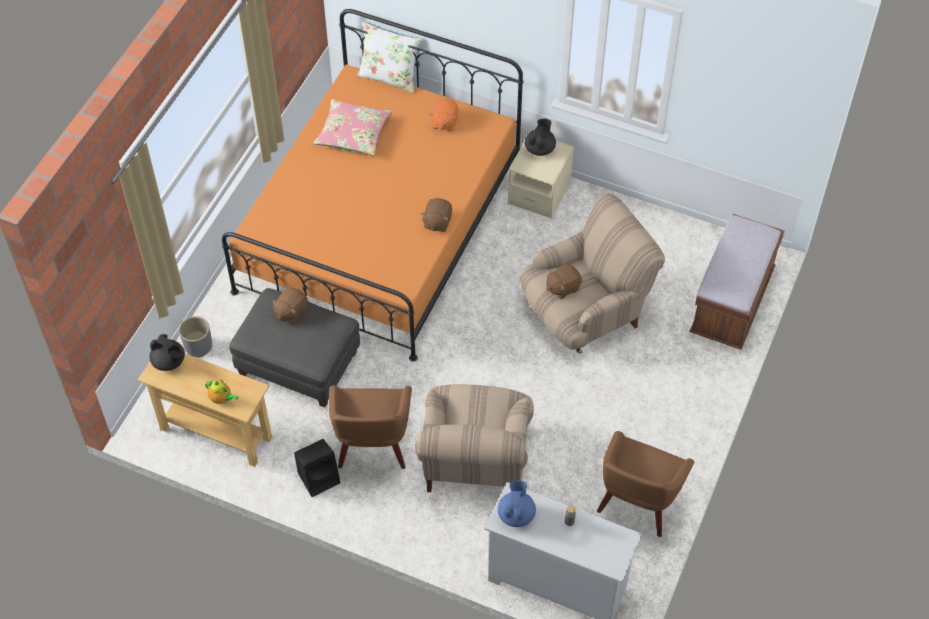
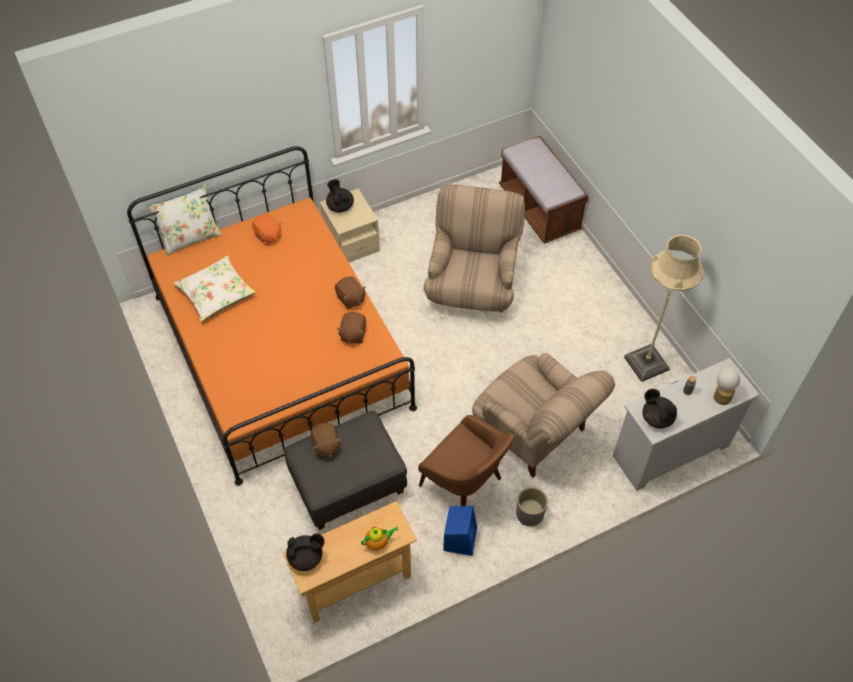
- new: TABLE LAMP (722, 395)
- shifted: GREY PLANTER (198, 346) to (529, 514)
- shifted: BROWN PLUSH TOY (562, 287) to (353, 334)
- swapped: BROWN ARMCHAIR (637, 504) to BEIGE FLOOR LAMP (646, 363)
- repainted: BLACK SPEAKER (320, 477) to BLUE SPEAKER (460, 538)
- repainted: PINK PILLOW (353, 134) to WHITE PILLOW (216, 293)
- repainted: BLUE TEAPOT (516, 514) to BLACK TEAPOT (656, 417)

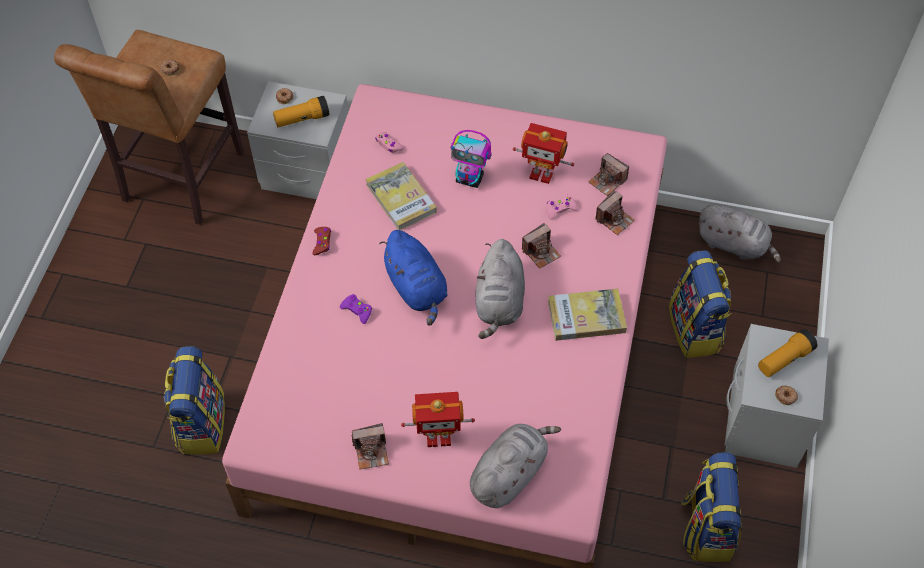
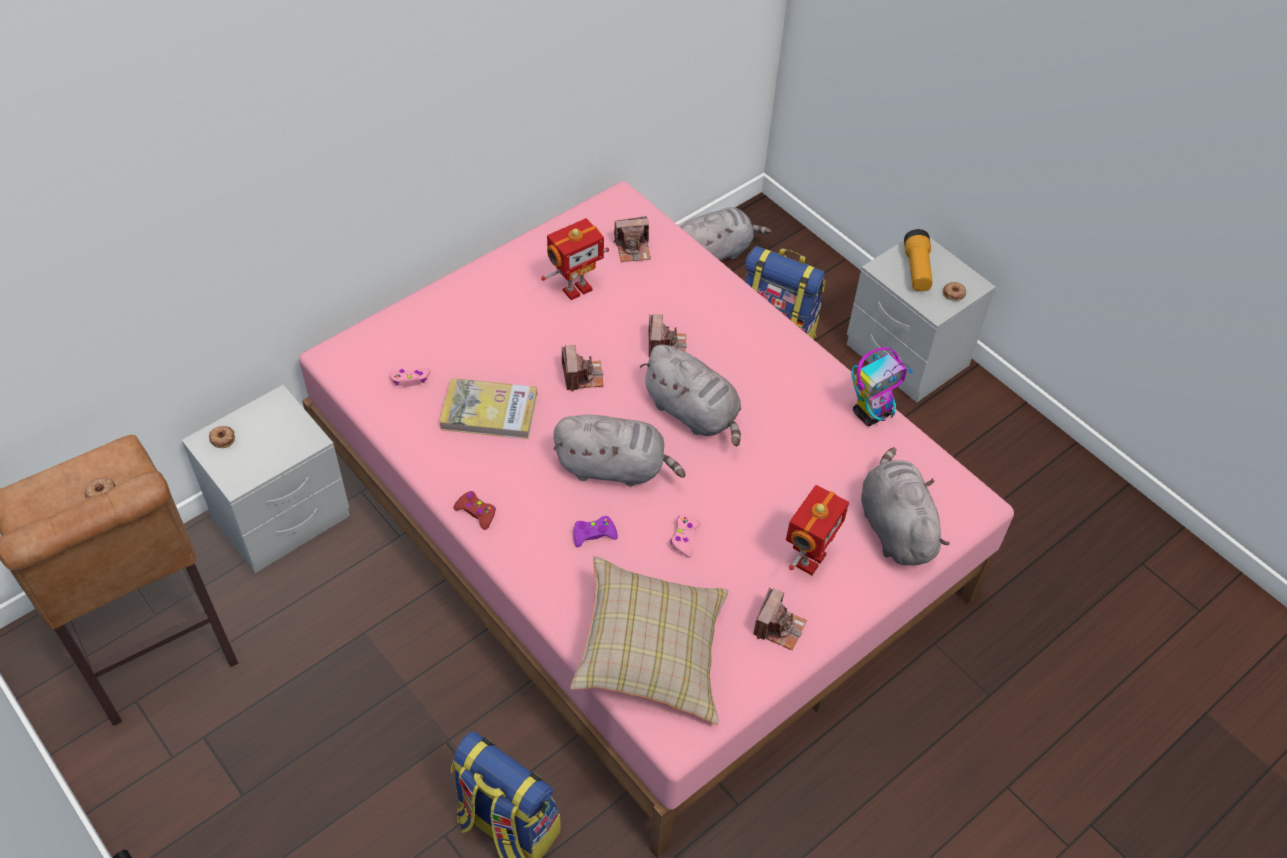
- gone: FLASHLIGHT (302, 119)
- gone: BOOK (586, 316)
- gone: BACKPACK (706, 527)
- new: BEIGE PILLOW (651, 653)
- shifted: TOY ROBOT (470, 179) to (872, 413)
- shifted: PINK GAME CONTROLLER (560, 209) to (684, 538)
- shifted: PHOTO CAMERA (614, 219) to (582, 376)
- repainted: BLUE PLUSH TOY (417, 288) to GREY PLUSH TOY (615, 467)

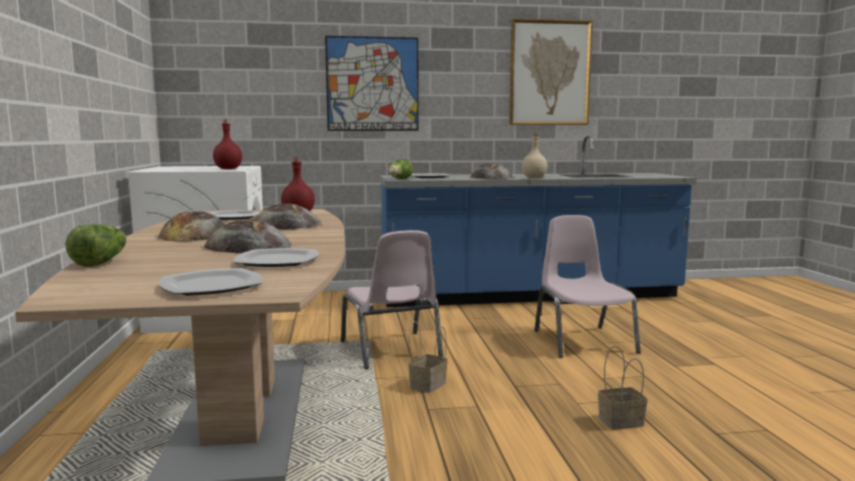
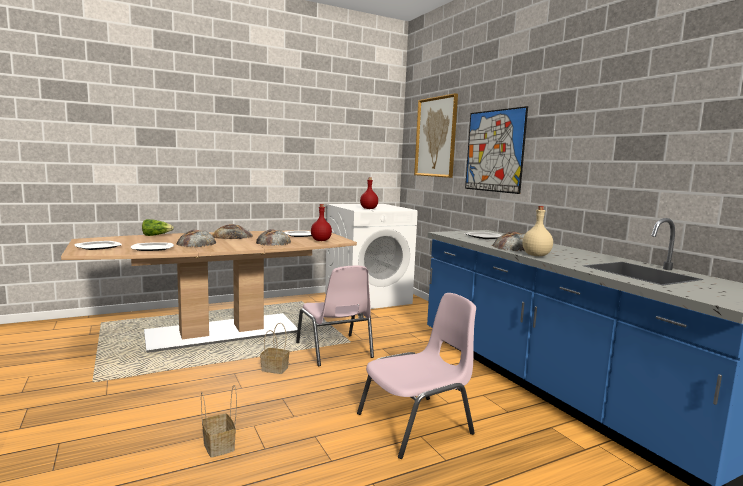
- gone: LETTUCE (399, 179)
- shifted: PICTURE (549, 73) to (436, 137)
- rotated: PINK CHAIR (391, 350) = (334, 350) 75 degrees counterclockwise

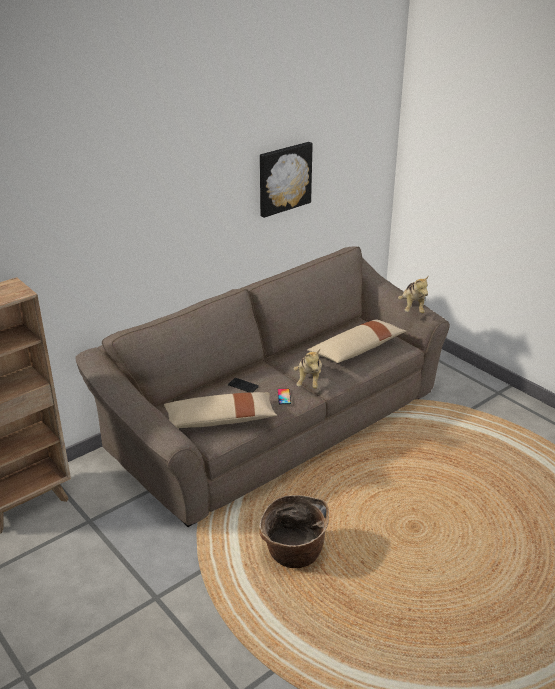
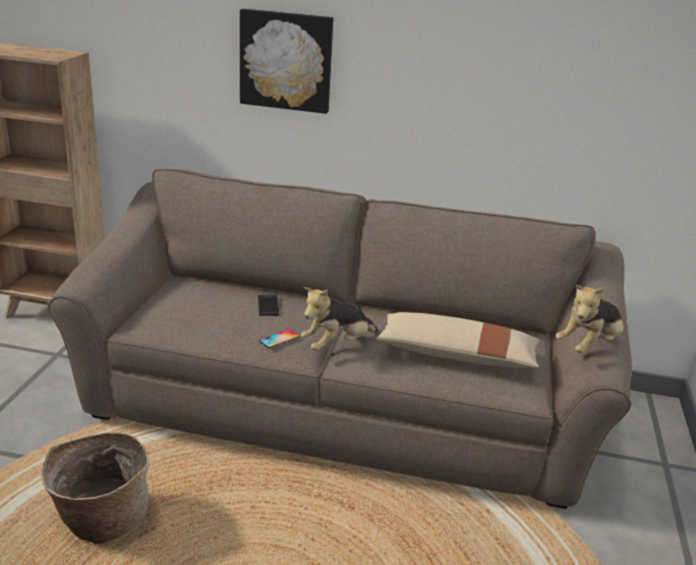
- gone: BEIGE PILLOW (220, 420)
- shifted: PICTURE (284, 178) to (286, 60)

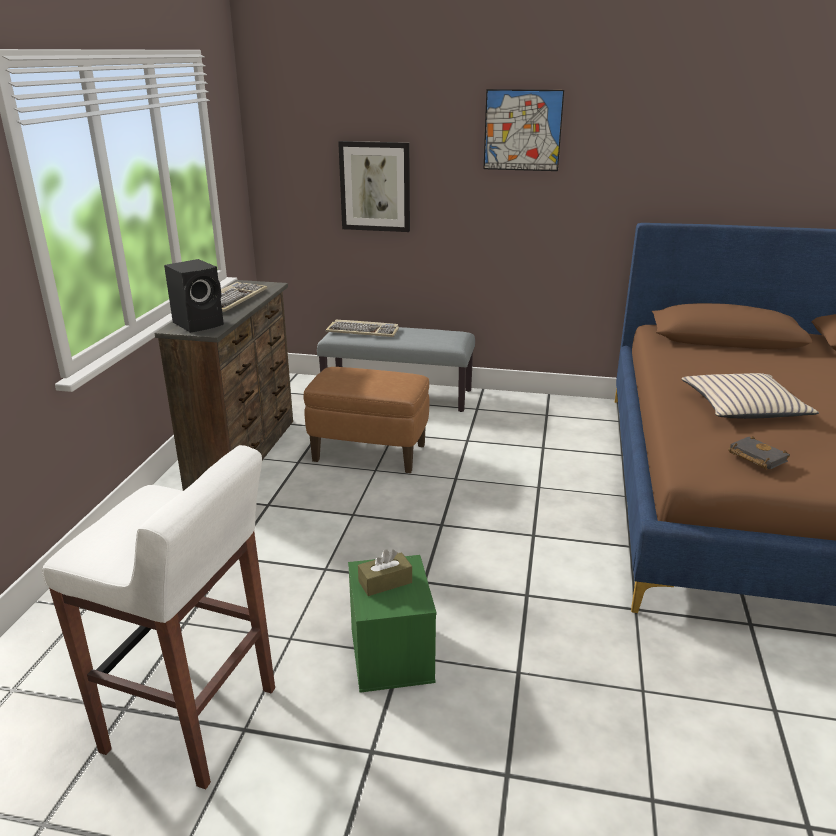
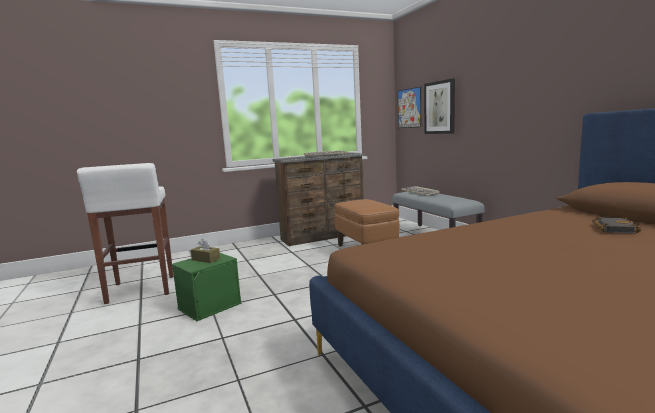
- gone: BLACK SPEAKER (200, 324)
- gone: BEIGE PILLOW (743, 407)
- shifted: PICTURE (522, 130) to (409, 108)
- shifted: BLACK BOOK (755, 457) to (612, 228)

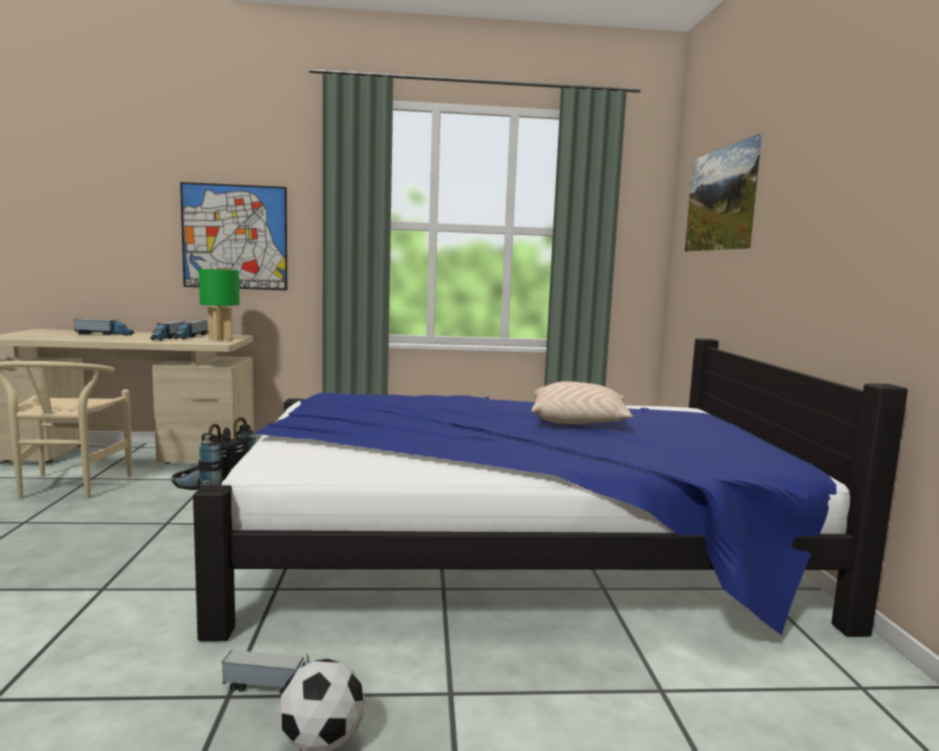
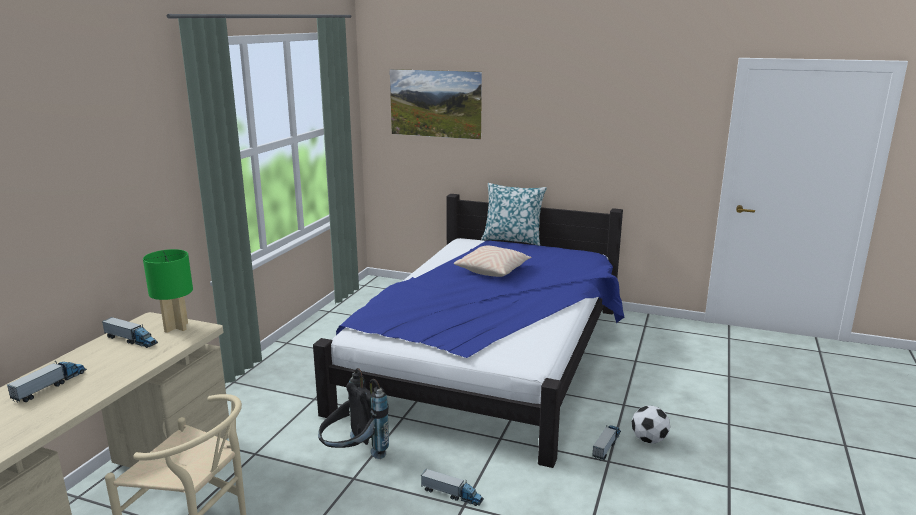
- gone: PICTURE (235, 237)
- new: PILLOW (512, 240)
- shifted: TOY TRUCK (168, 337) to (452, 494)

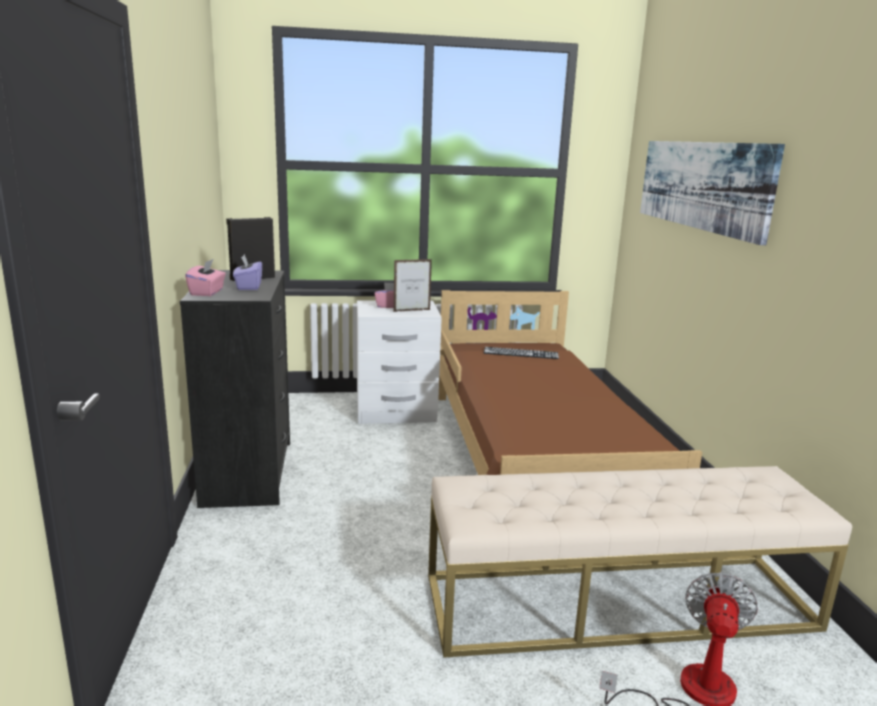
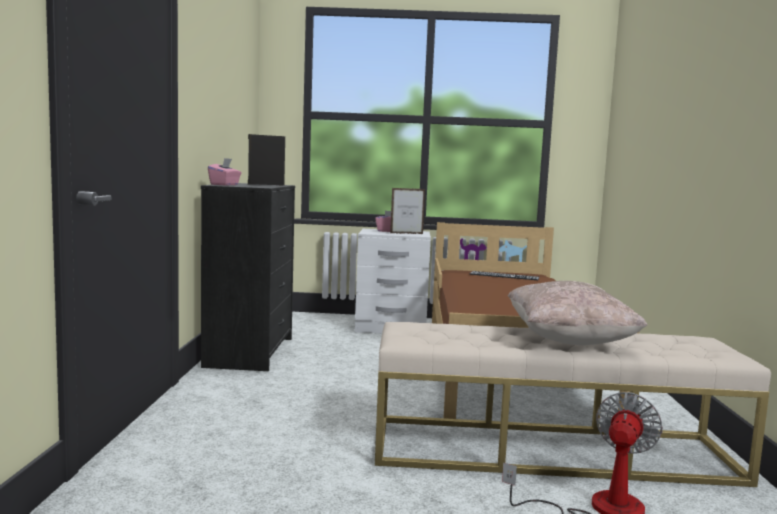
- gone: PURPLE TISSUE BOX (248, 286)
- gone: PICTURE (701, 185)
- new: BEIGE PILLOW (568, 341)

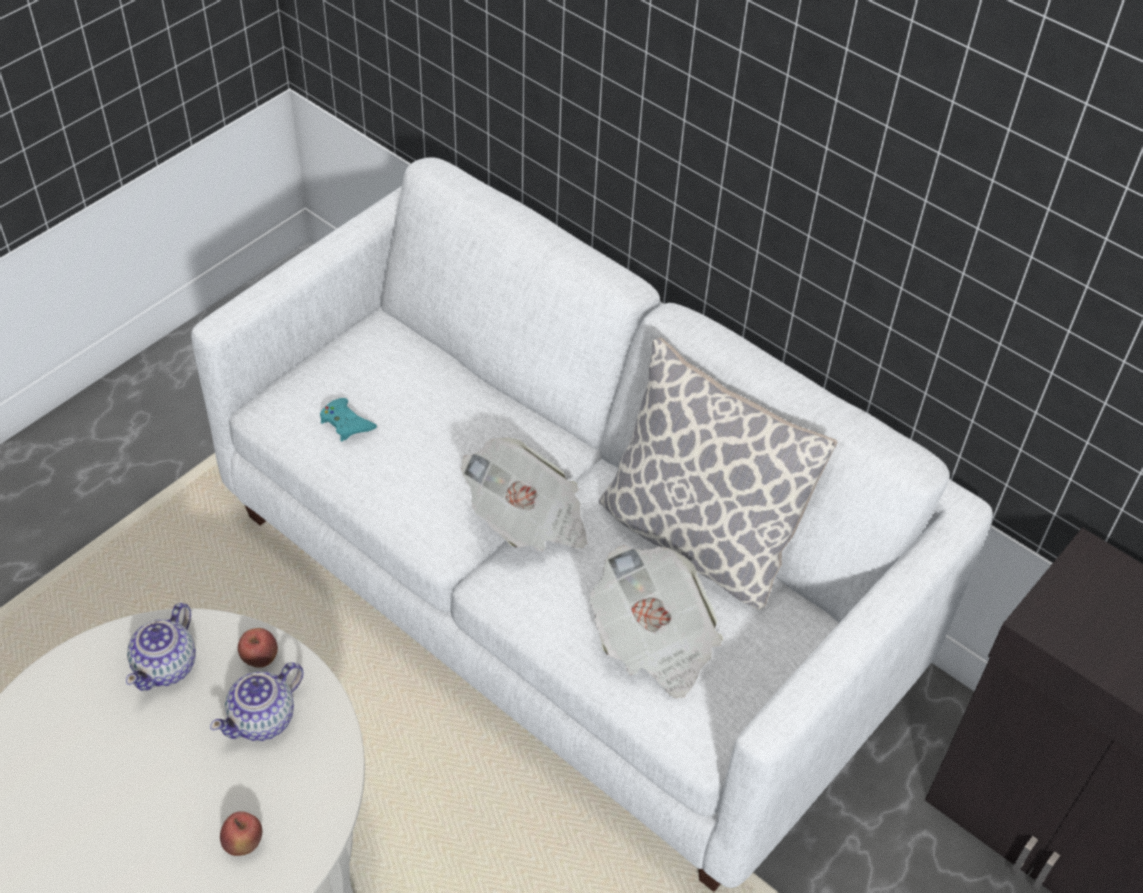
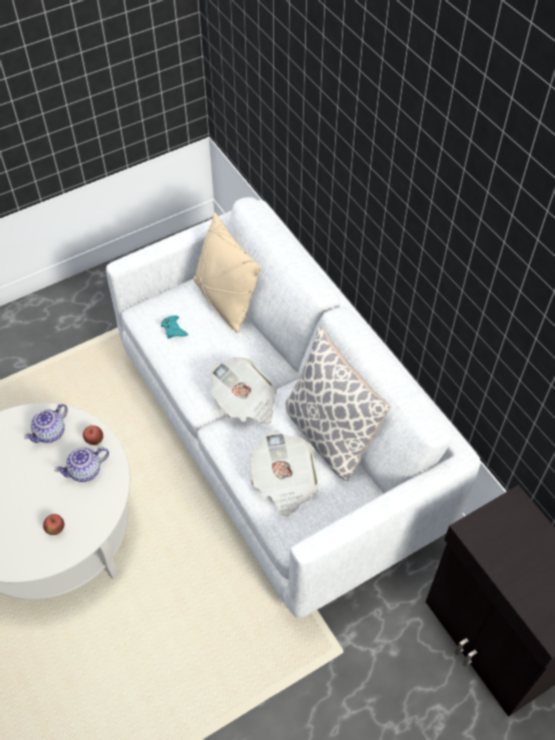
- new: BEIGE PILLOW (225, 301)

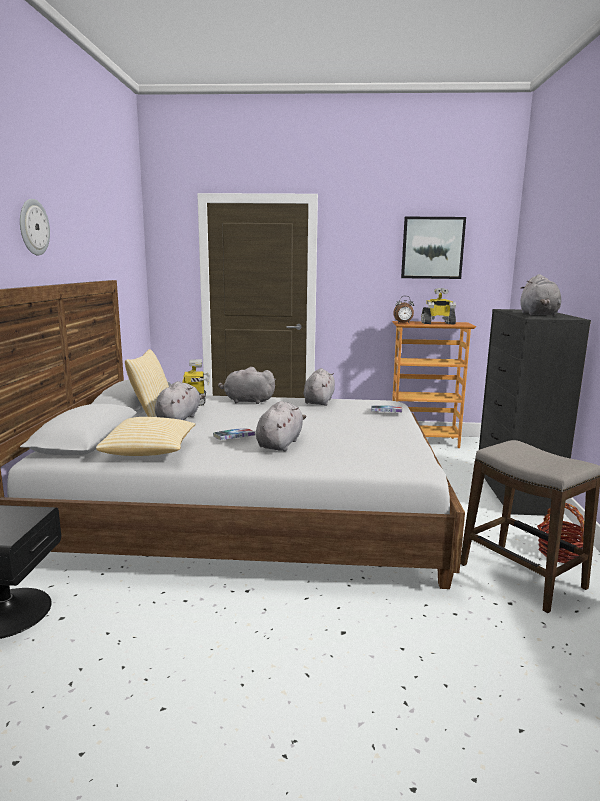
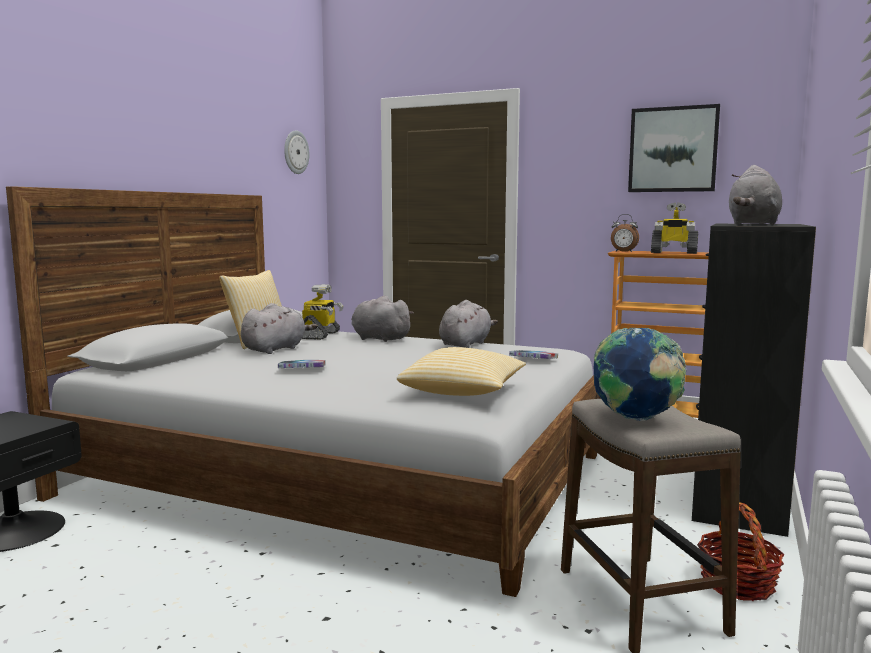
- gone: GREY PLUSH TOY (280, 444)
- new: GLOBE (636, 419)
- shifted: WALL CLOCK (33, 227) to (295, 152)
- shifted: PILLOW (149, 451) to (463, 392)

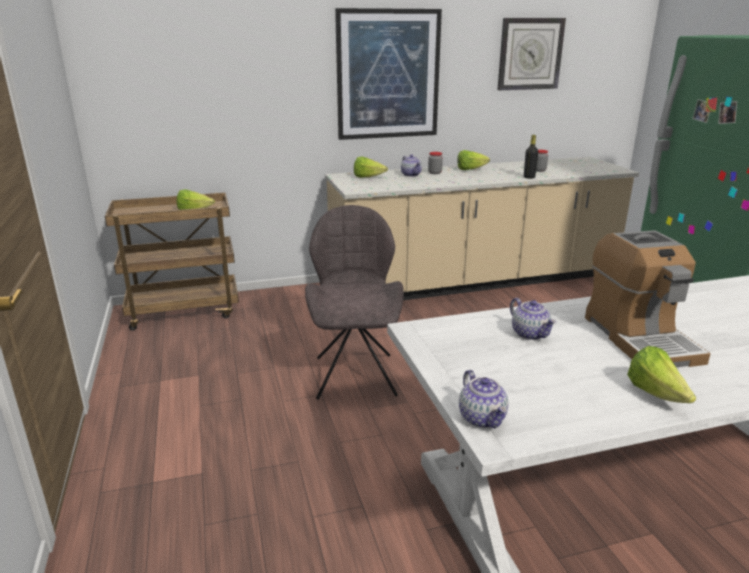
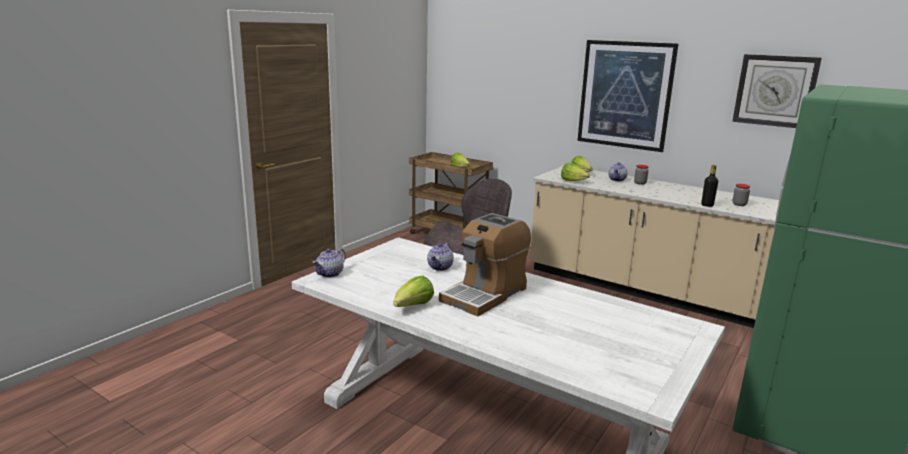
- shifted: LETTUCE (470, 169) to (573, 181)

